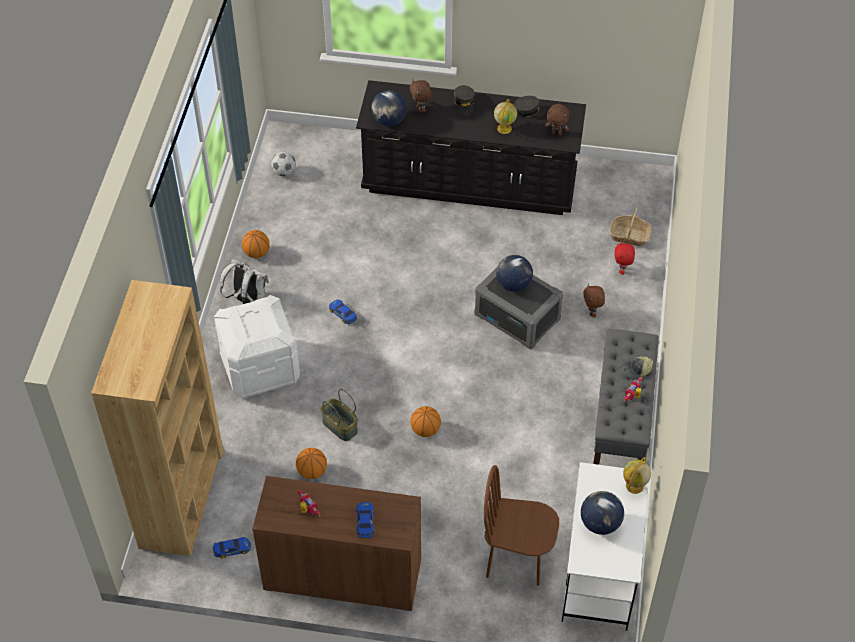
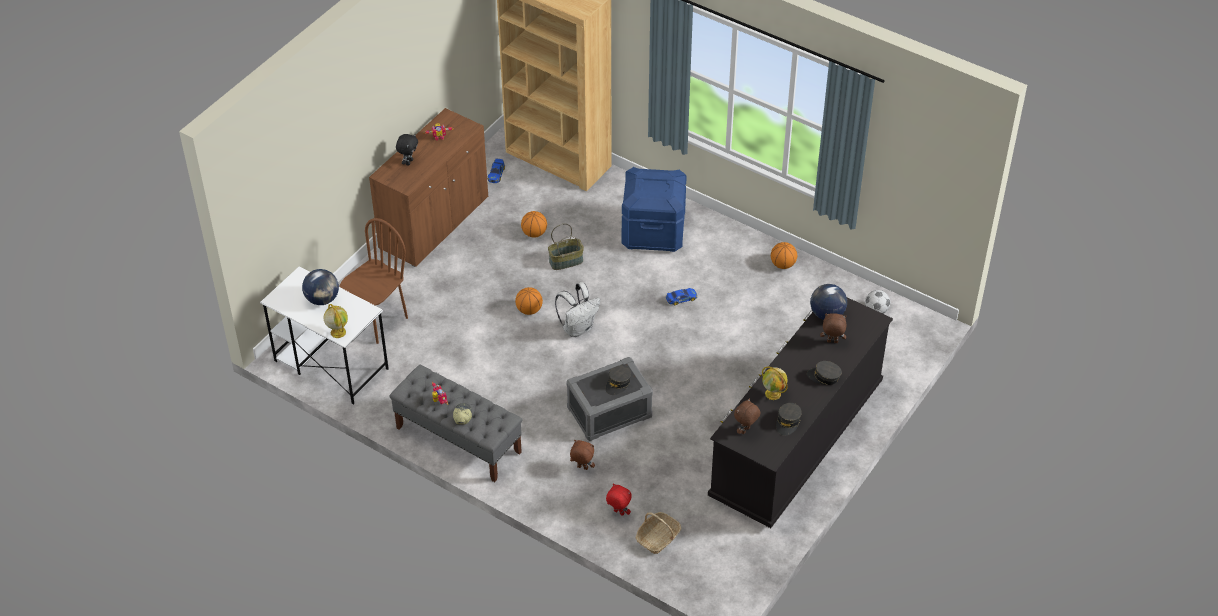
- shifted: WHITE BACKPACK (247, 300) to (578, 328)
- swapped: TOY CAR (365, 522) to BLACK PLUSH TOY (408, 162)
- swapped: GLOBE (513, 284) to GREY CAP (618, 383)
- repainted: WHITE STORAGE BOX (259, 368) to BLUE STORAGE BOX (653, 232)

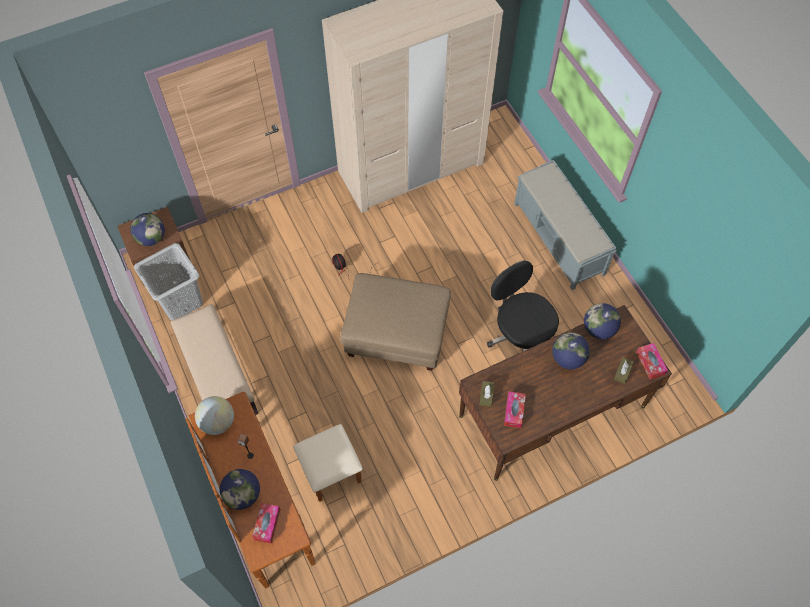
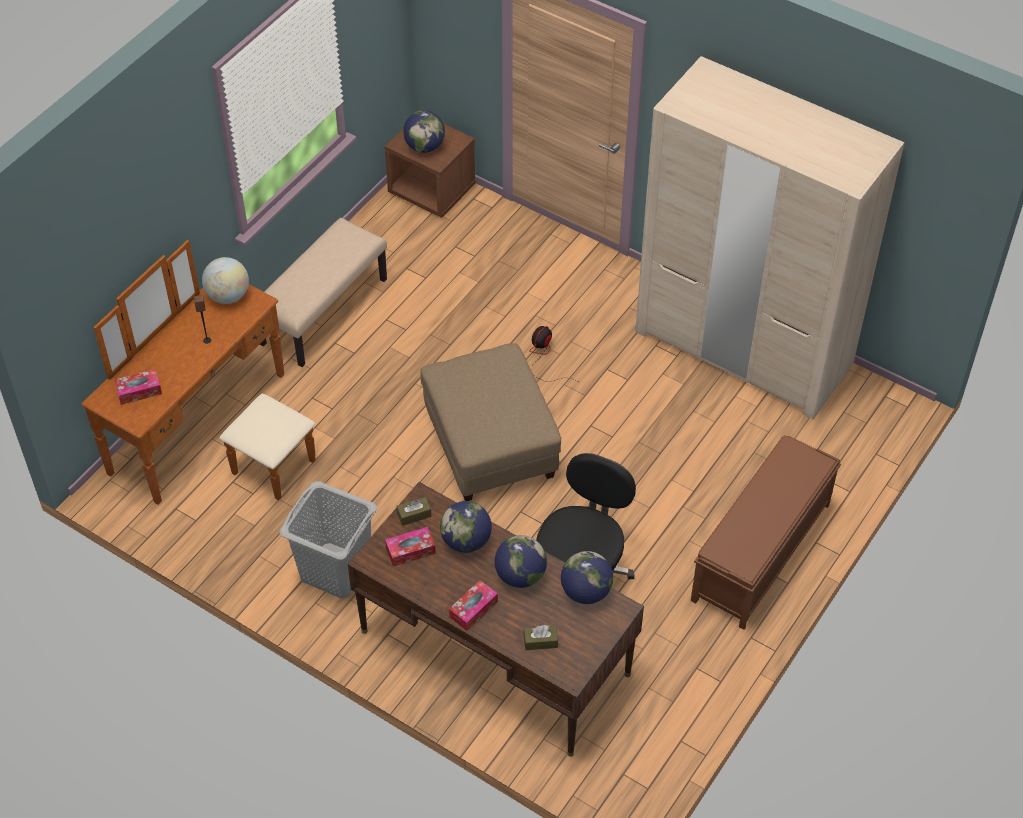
- shifted: GREY LAUNDRY BASKET (180, 301) to (335, 571)
- shifted: GLOBE (243, 494) to (466, 541)
- shifted: TISSUE BOX (650, 363) to (473, 609)
- repainted: GREY BENCH (559, 239) to BROWN BENCH (760, 553)

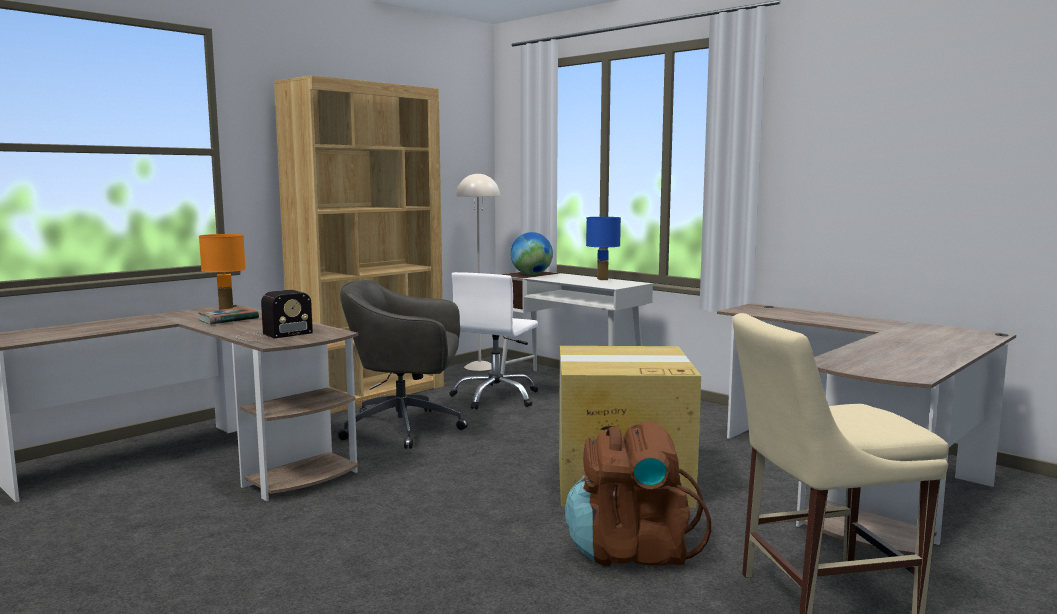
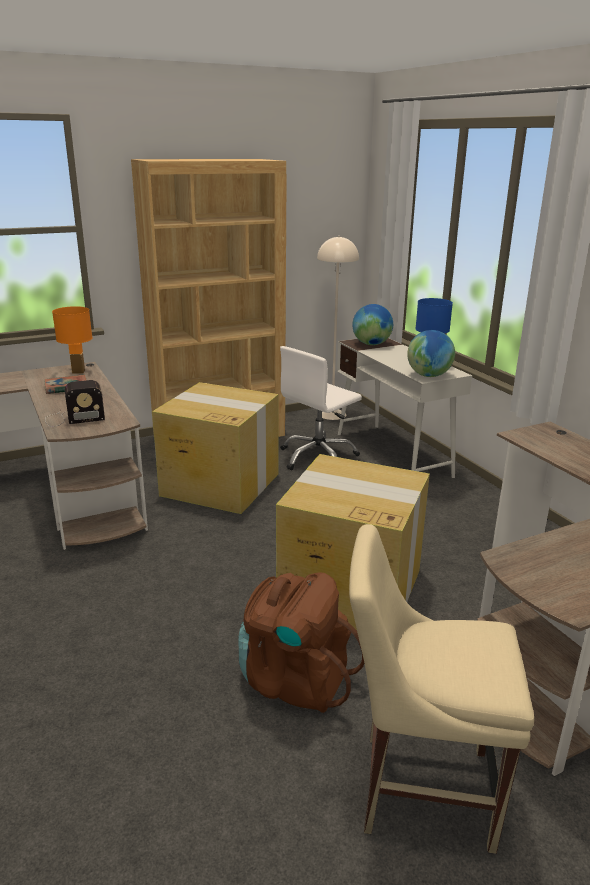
- new: GLOBE (429, 375)
- swapped: GREY OFFICE CHAIR (406, 428) to CARDBOARD BOX (219, 484)

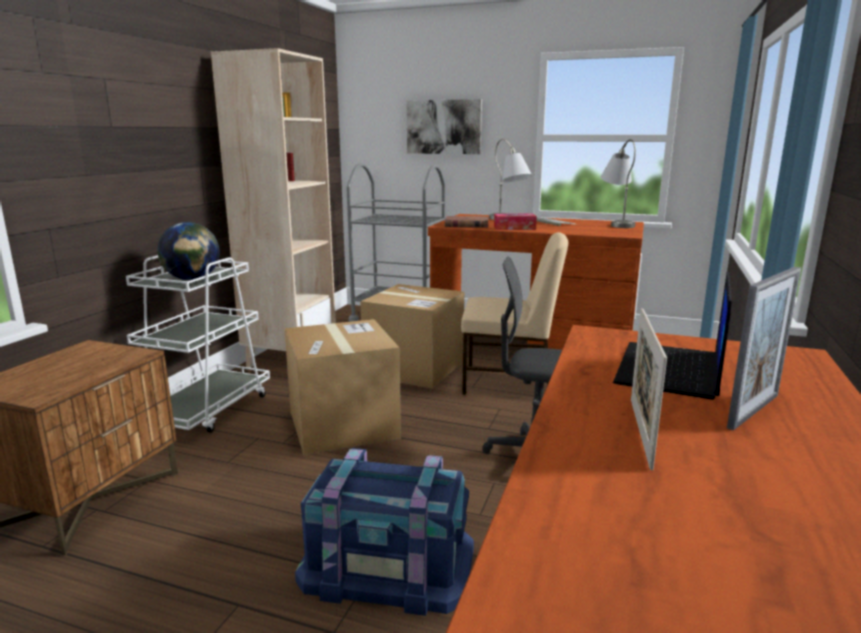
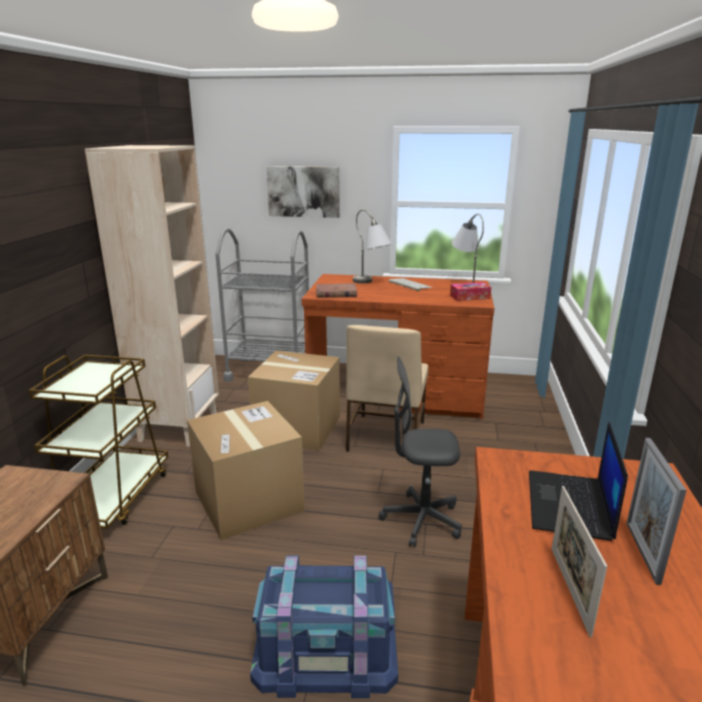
- gone: GLOBE (192, 279)
- shifted: TISSUE BOX (514, 228) to (469, 297)
- repainted: WHITE CART (207, 409) to BROWN CART (113, 497)
- rotated: BEIGE CHAIR (509, 382) = (385, 437) 105 degrees clockwise
- rotated: PICTURE FRAME (753, 411) = (642, 552) 150 degrees clockwise

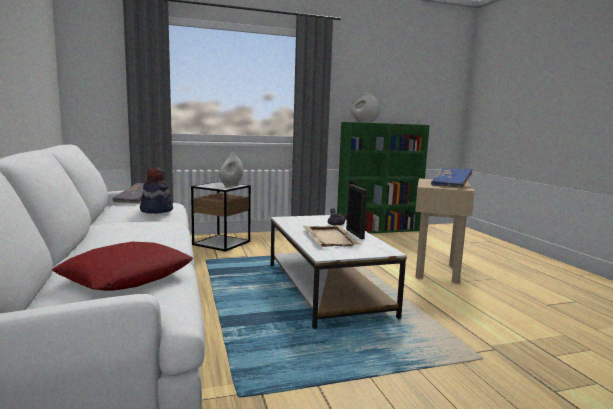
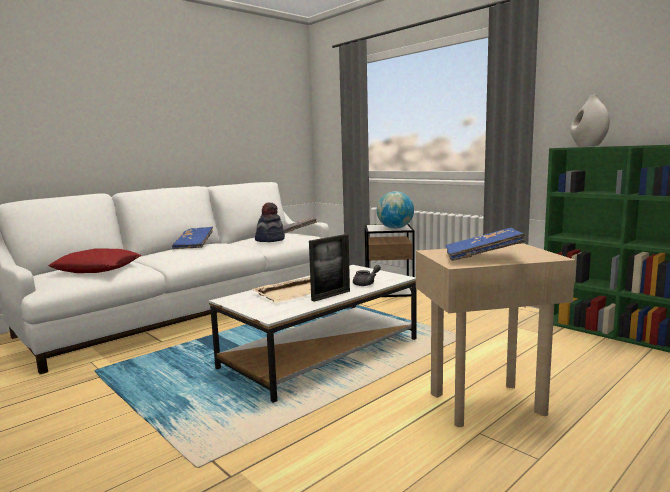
- new: BLUE BOOK (194, 245)
- swapped: WHITE VASE (231, 185) to GLOBE (395, 228)

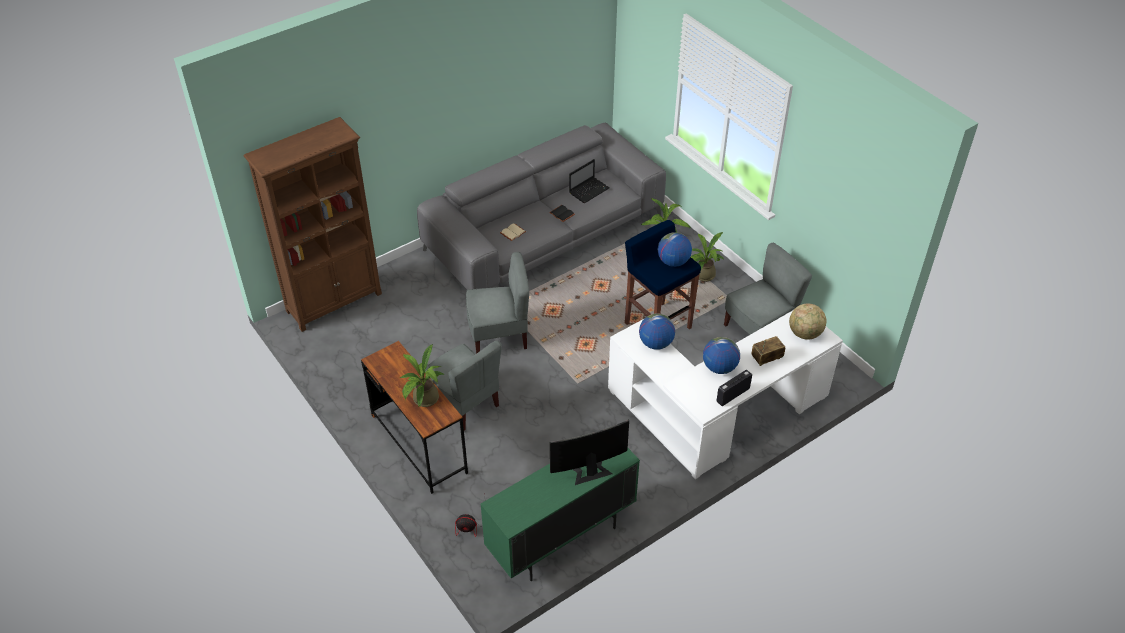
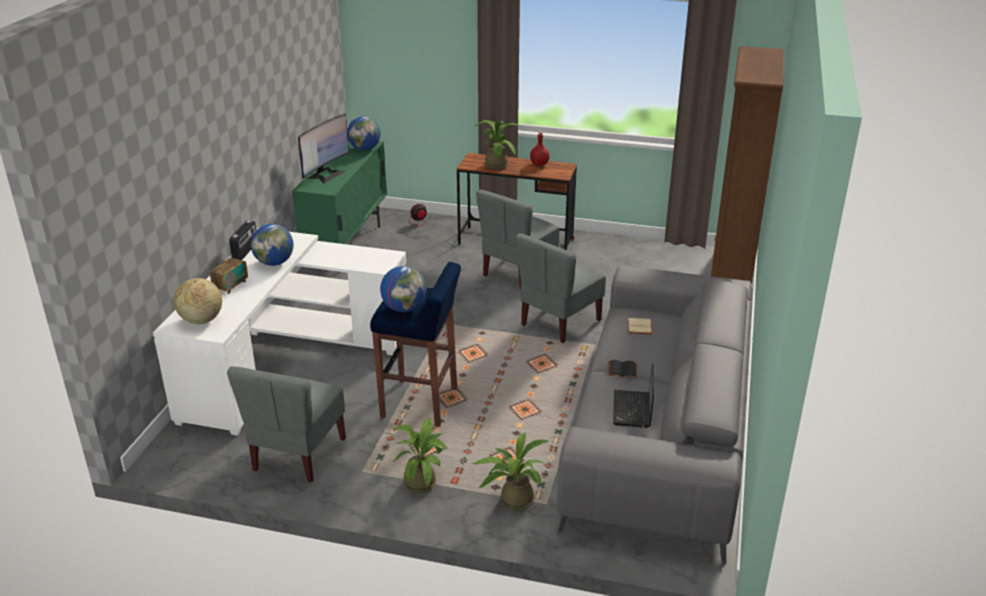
- new: RED BOTTLE (539, 164)
- shifted: GLOBE (655, 343) to (365, 149)
- rotated: GREY CHAIR (464, 404) = (518, 272) 60 degrees counterclockwise

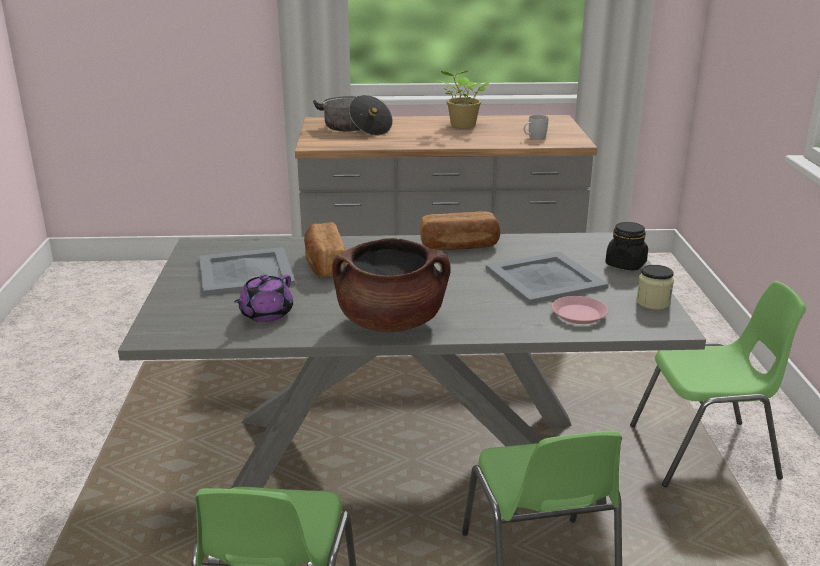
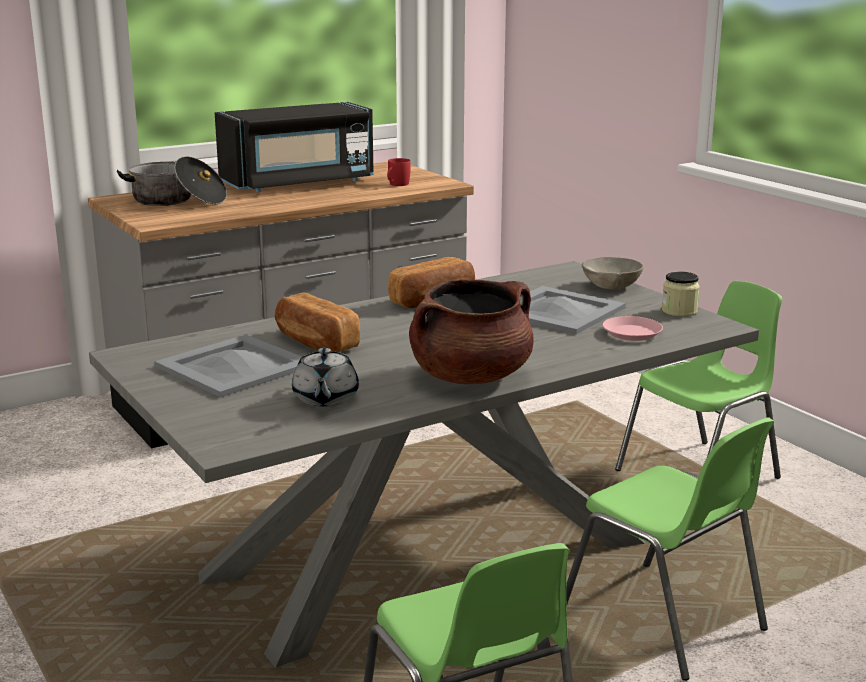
- swapped: POTTED PLANT (461, 126) to BLACK MICROWAVE (298, 183)
- swapped: BLACK JAR (625, 264) to GREY BOWL (612, 286)
- repainted: PURPLE TEAPOT (265, 314) to GREY TEAPOT (325, 398)
- repainted: WHITE MUG (534, 137) to RED MUG (397, 185)

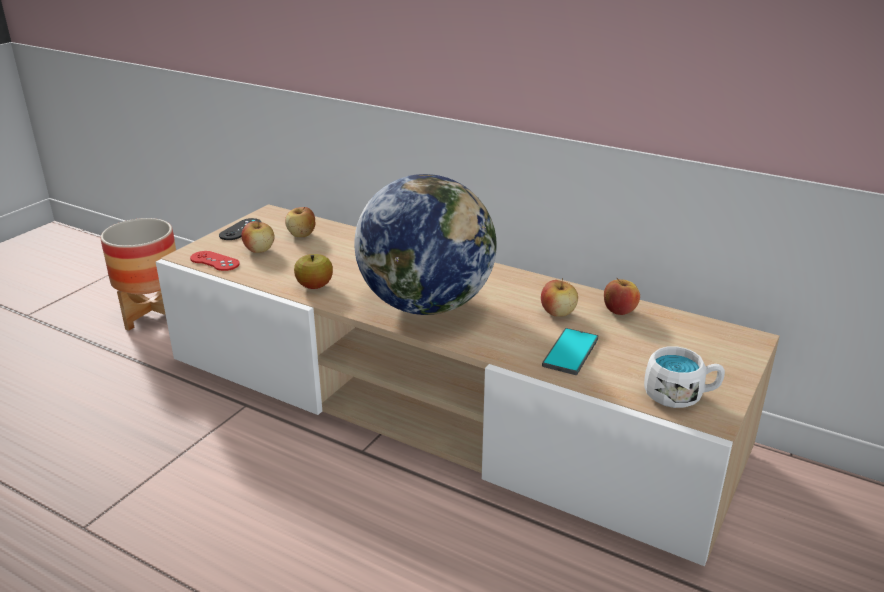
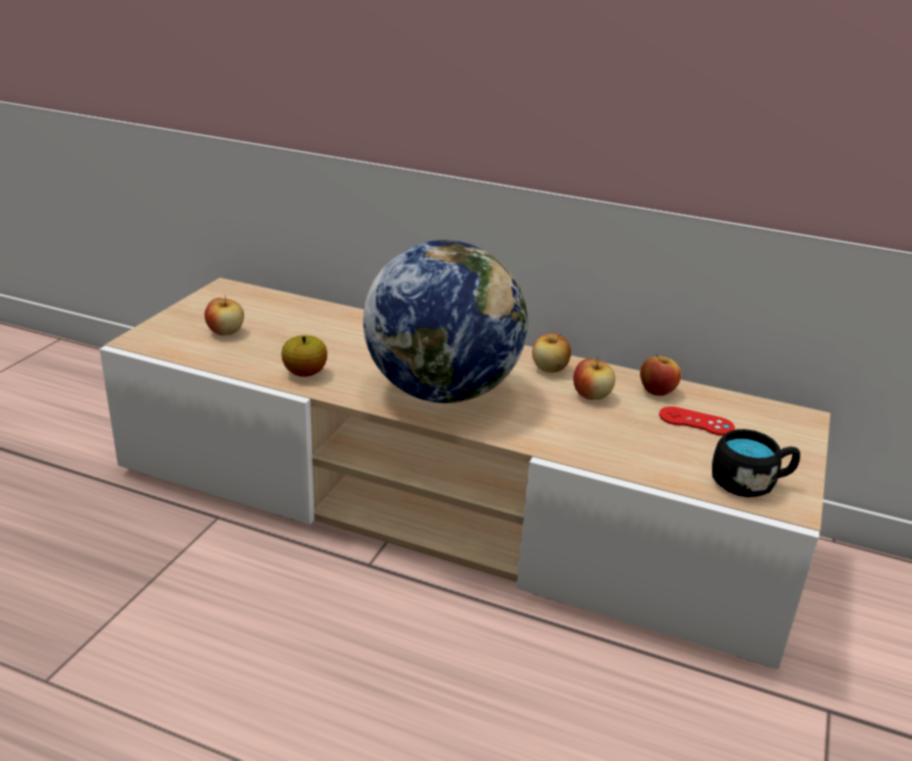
- gone: PLANTER (153, 314)
- gone: BLACK GAME CONTROLLER (240, 229)
- gone: PHONE (570, 352)
- shifted: RED GAME CONTROLLER (214, 261) to (696, 421)
- shifted: APPLE (302, 235) to (550, 369)
- repainted: WHITE MUG (680, 396) to BLACK MUG (750, 483)

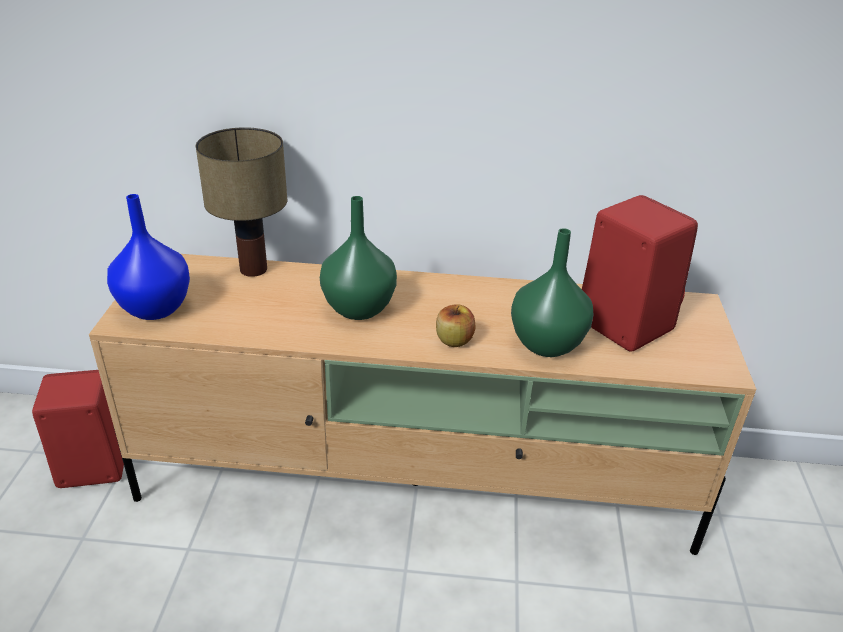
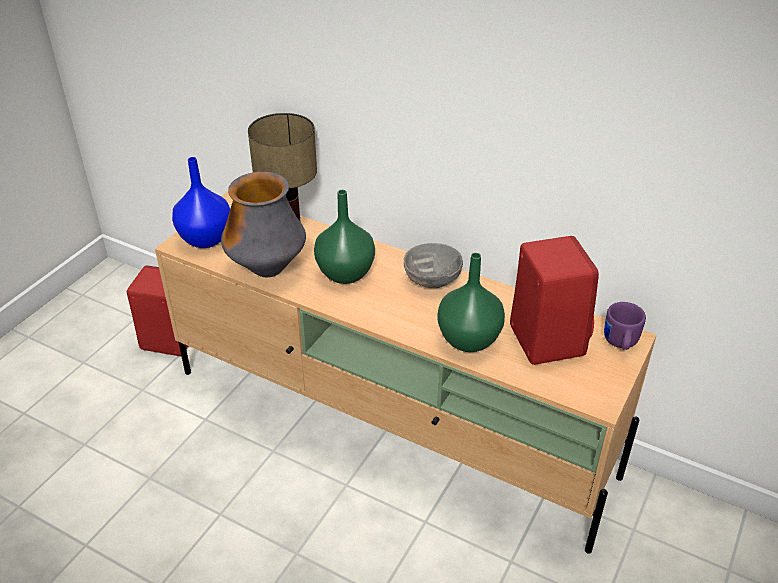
- gone: APPLE (454, 340)
- new: VASE (267, 269)
- new: GREY BOWL (432, 279)
- new: PURPLE MUG (620, 343)

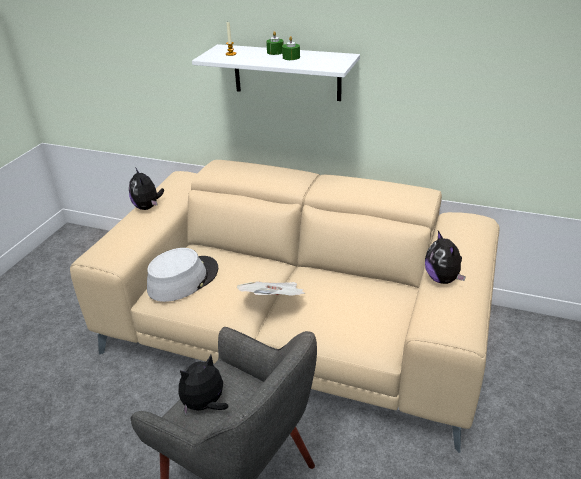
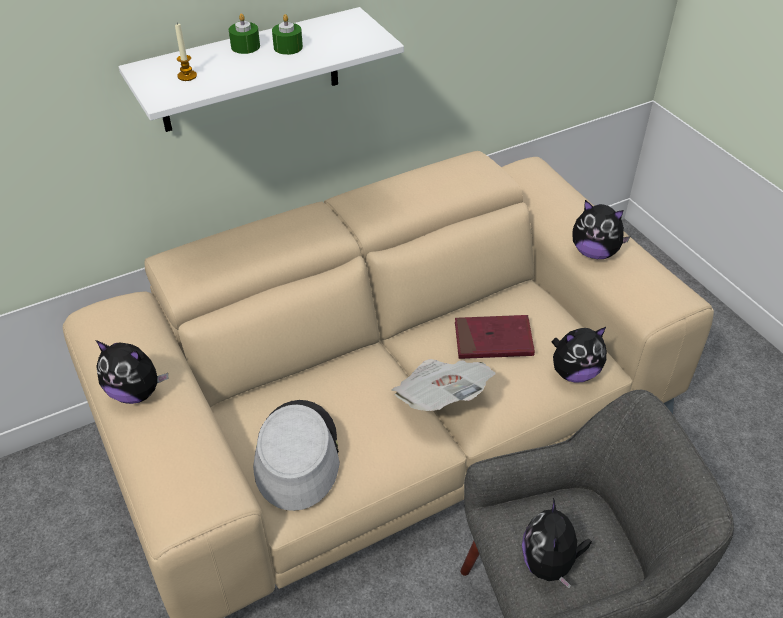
- new: RED BOOK (493, 340)
- new: PLUSH TOY (574, 372)

